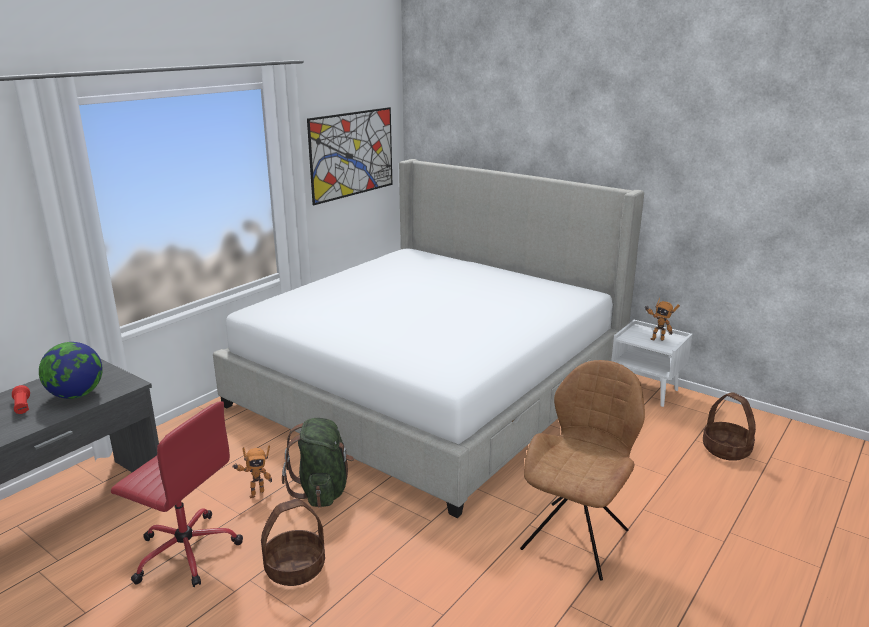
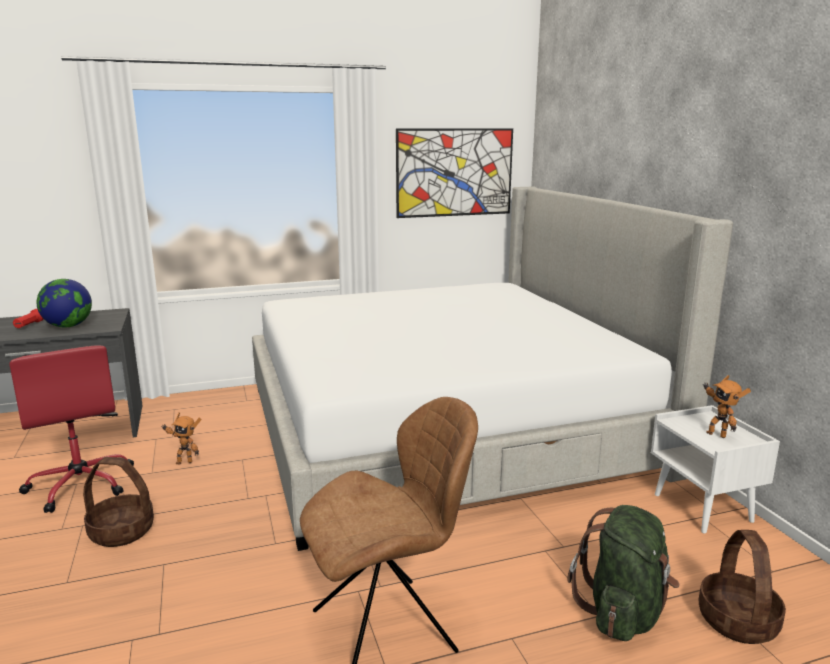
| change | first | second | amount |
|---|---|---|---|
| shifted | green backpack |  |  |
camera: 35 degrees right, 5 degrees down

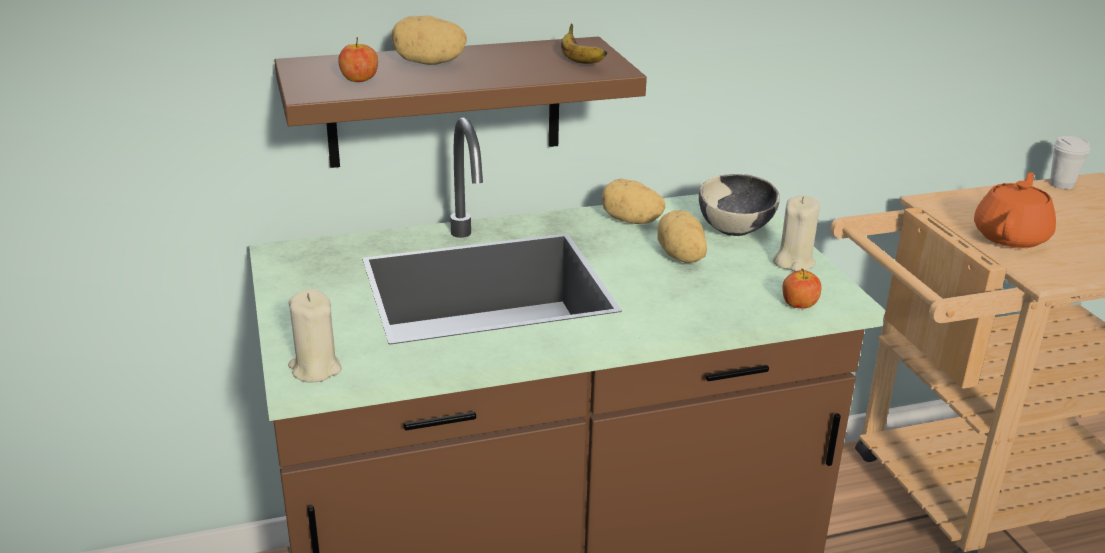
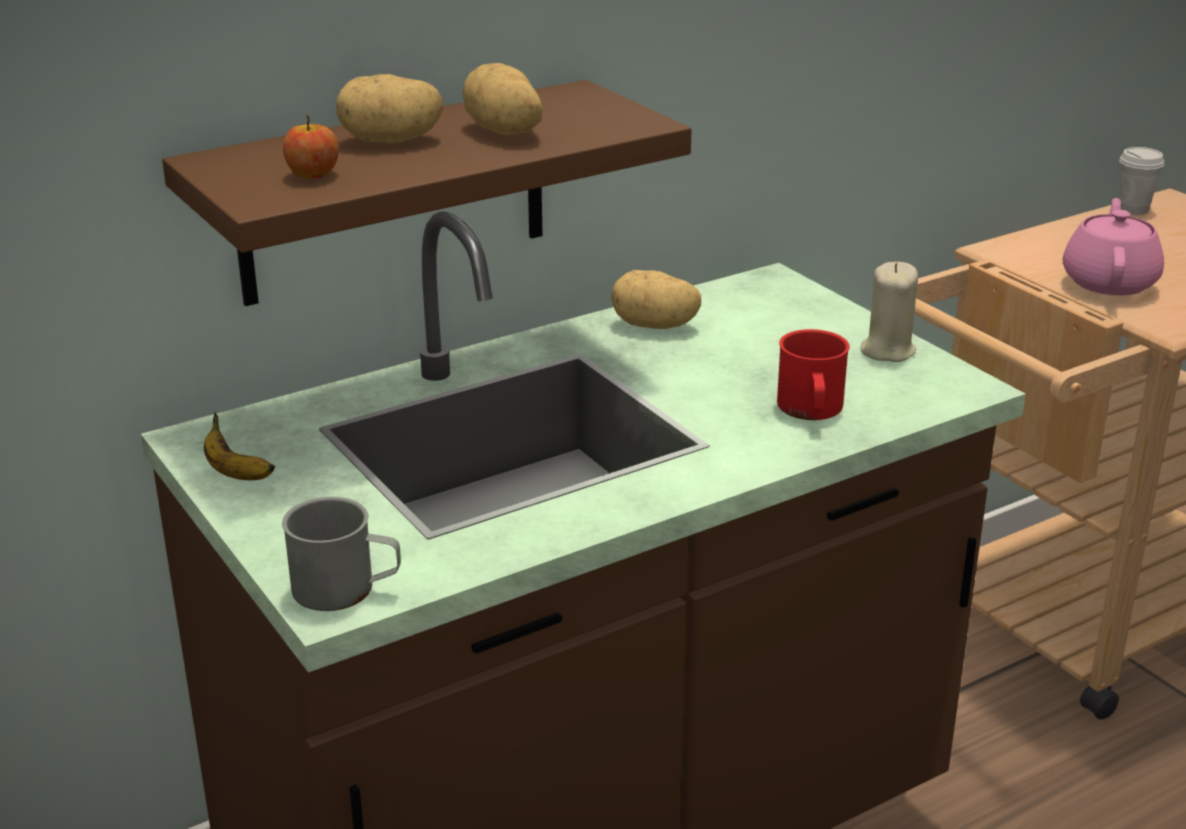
| change | first | second | amount |
|---|---|---|---|
| shifted | banana |  |  |
| swapped | beige candle (no. 1 from left) | grey mug |  |
| shifted | potato (no. 3 from left in the first image) | potato (no. 2 from left) |  |
| new |  | red mug |  |
| repainted | orange teapot | pink teapot |  |
| gone | bowl |  |  |
| gone | apple (no. 2 from left) |  |  |
camera: 15 degrees left, 0 degrees up

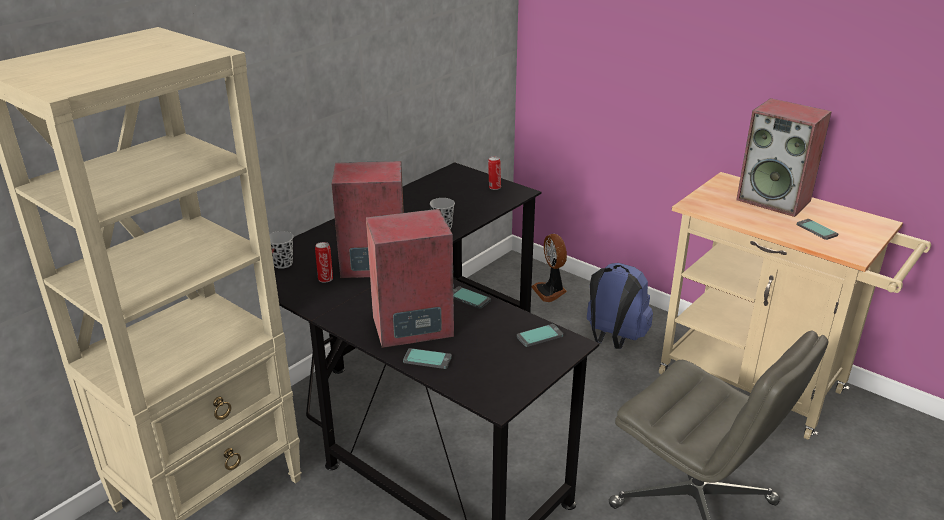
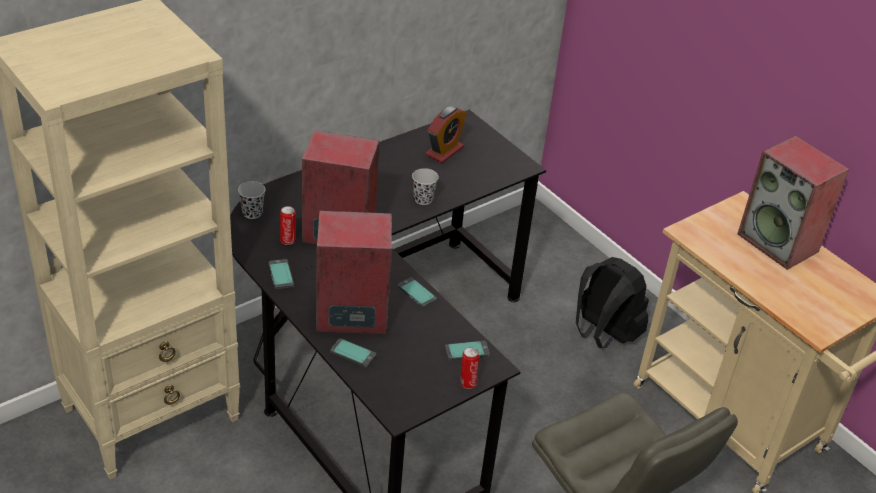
| change | first | second | amount |
|---|---|---|---|
| shifted | phone (no. 4 from left in the first image) | phone (no. 1 from left) |  |
| new |  | alarm clock |  |
| shifted | can (no. 2 from left) |  |  |
| repainted | blue backpack | black backpack |  |
| gone | fan |  |  |
camera: 10 degrees right, 10 degrees up

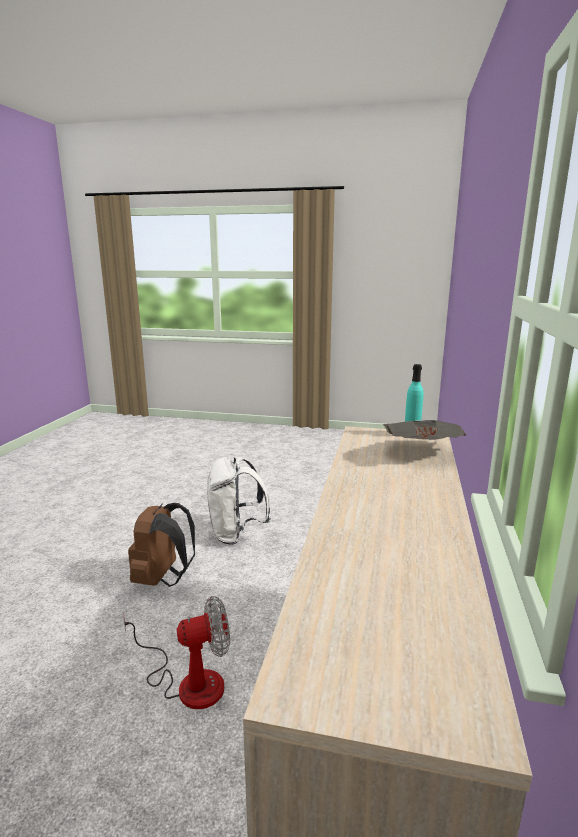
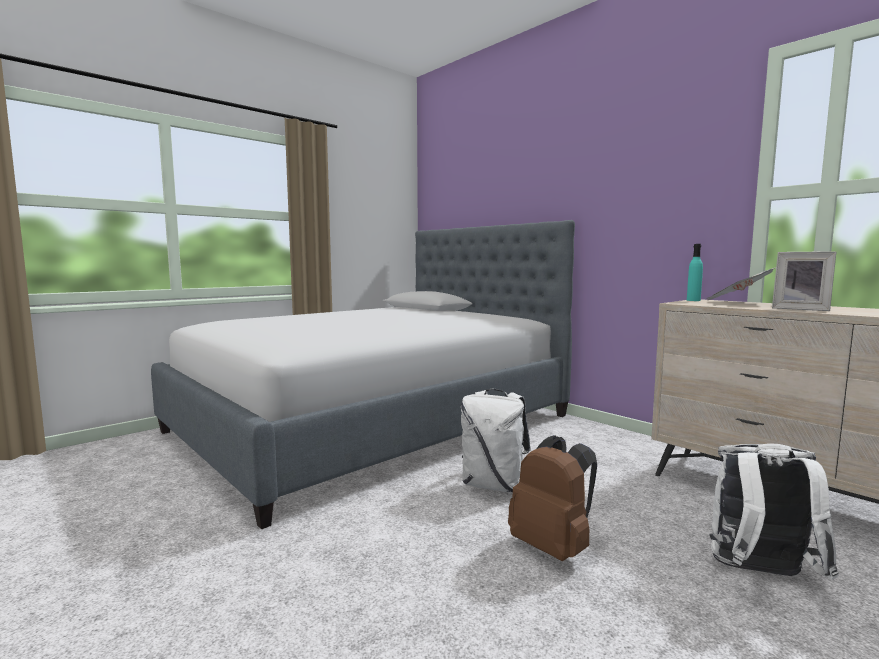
| change | first | second | amount |
|---|---|---|---|
| new |  | bed |  |
| swapped | fan | white backpack (no. 2 from left) |  |
| new |  | picture frame |  |
camera: 55 degrees left, 10 degrees down

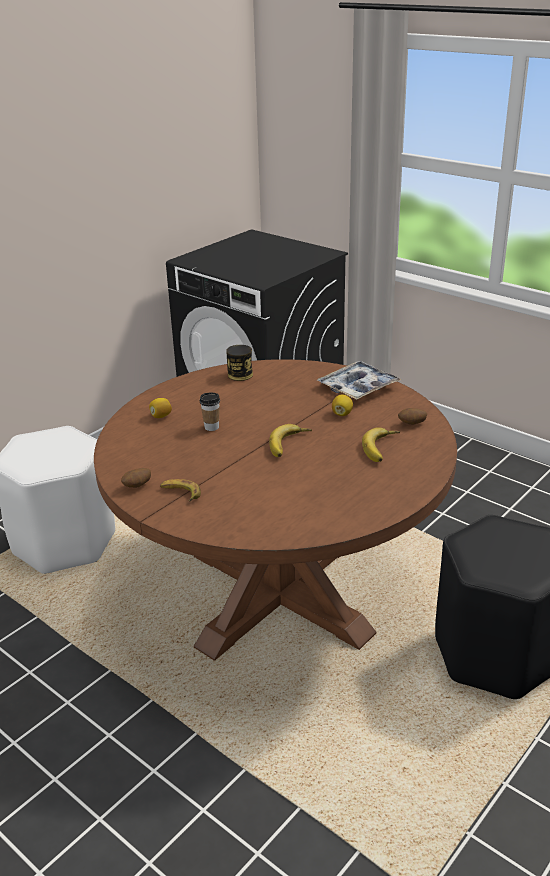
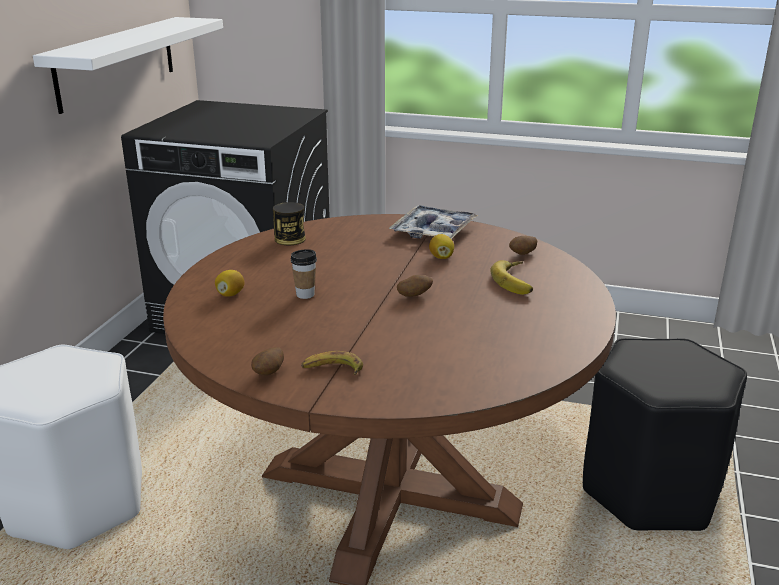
| change | first | second | amount |
|---|---|---|---|
| new |  | white shelf |  |
| swapped | banana (no. 2 from left) | potato (no. 2 from left) |  |
camera: 25 degrees left, 5 degrees down

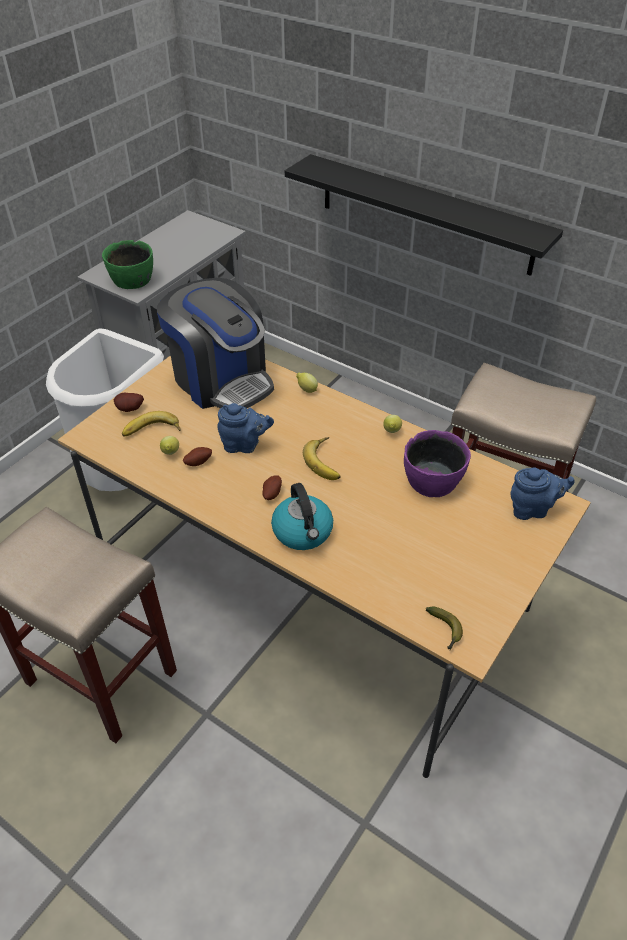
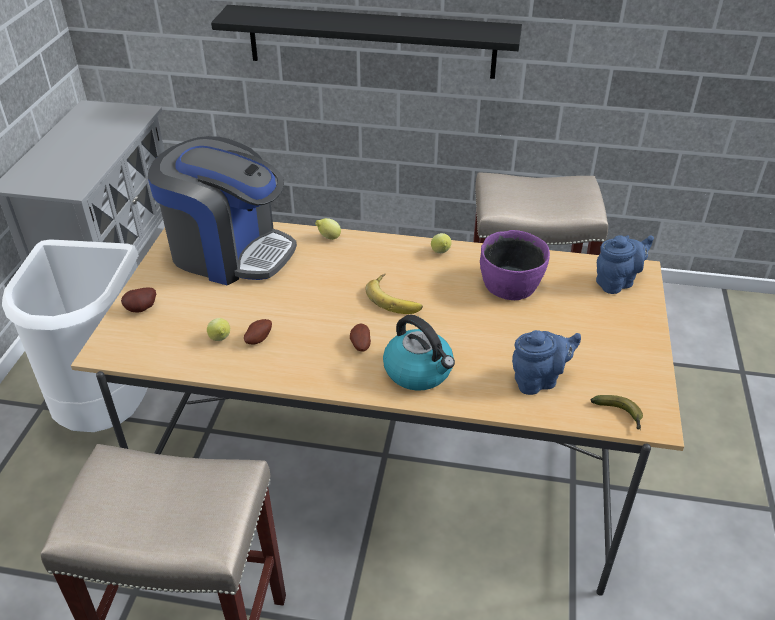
| change | first | second | amount |
|---|---|---|---|
| shifted | blue teapot (no. 1 from left) |  |  |
| gone | green bowl |  |  |
| gone | banana (no. 1 from left) |  |  |
camera: 25 degrees left, 5 degrees down

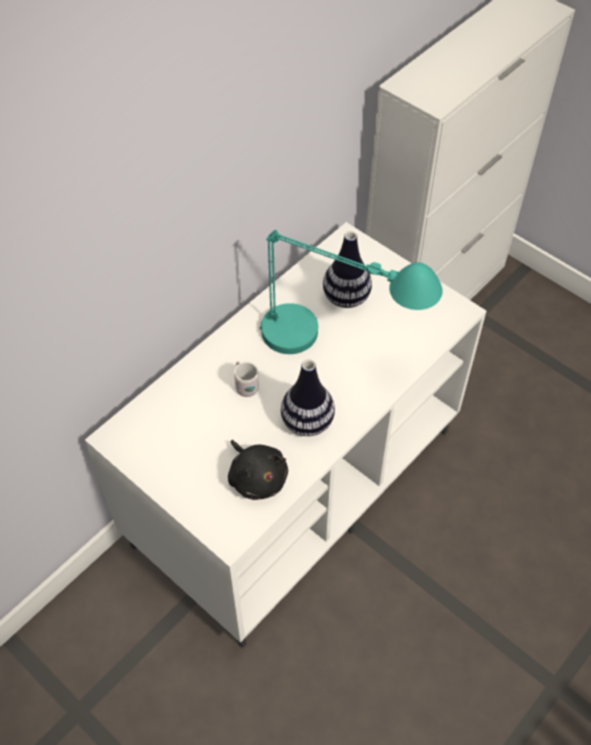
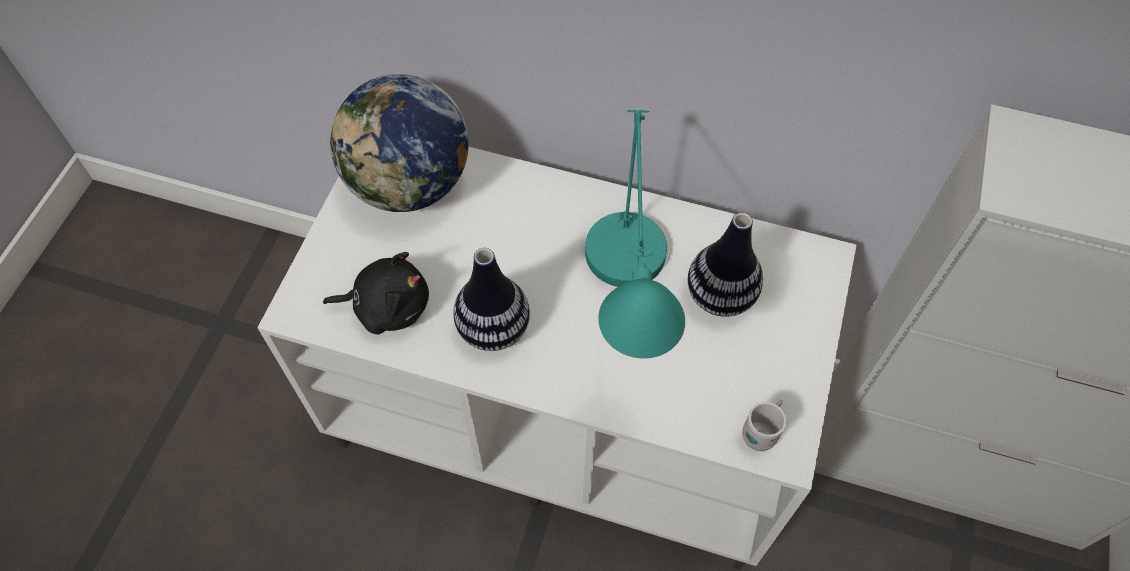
| change | first | second | amount |
|---|---|---|---|
| rotated | black plush toy |  | 120 degrees counterclockwise |
| new |  | globe |  |
| shifted | white mug |  |  |
camera: 65 degrees right, 5 degrees up

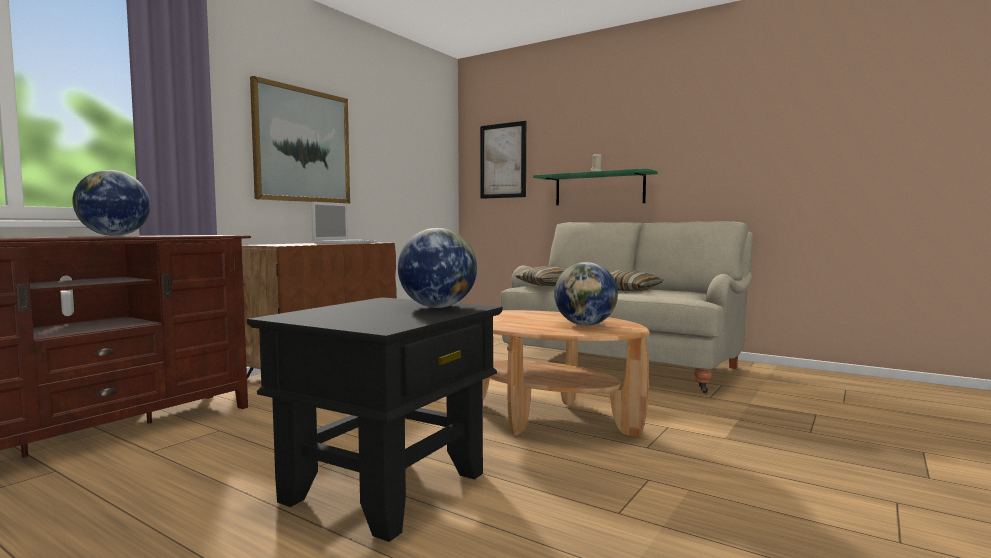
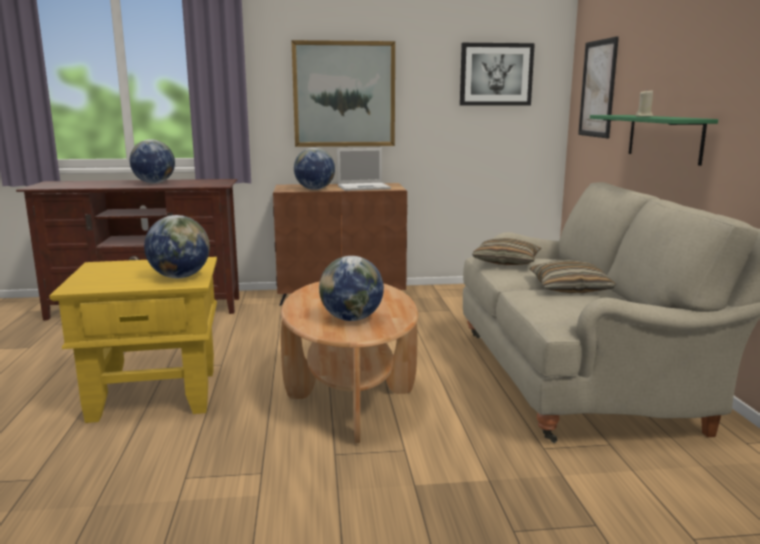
| change | first | second | amount |
|---|---|---|---|
| repainted | black side table | yellow side table |  |
| new |  | globe (no. 3 from left) |  |
| new |  | picture (no. 2 from left) |  |
camera: 50 degrees right, 10 degrees up

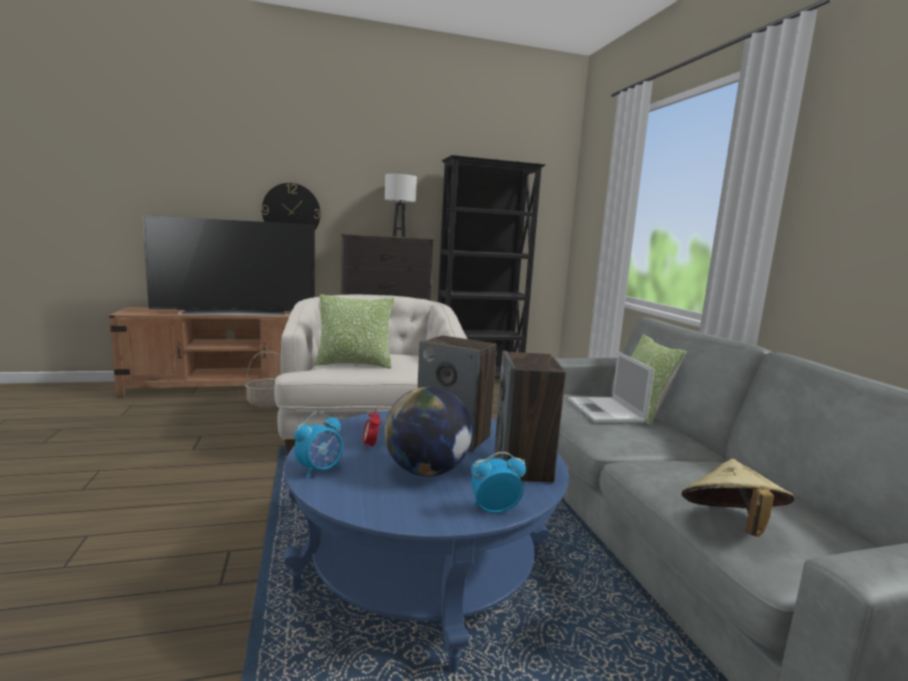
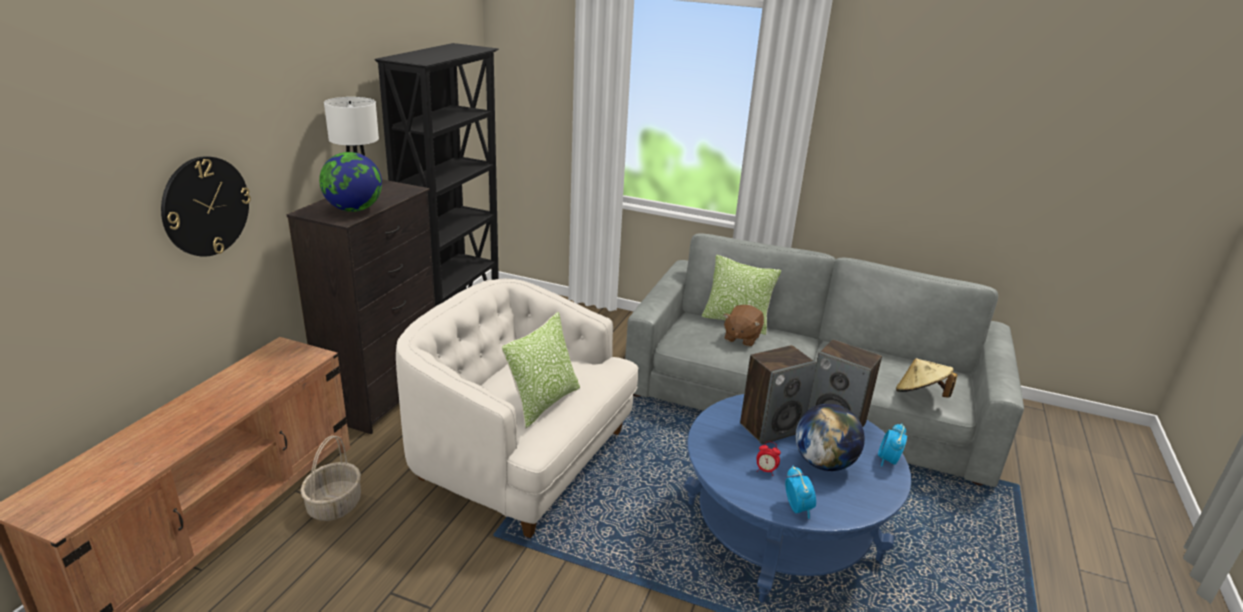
| change | first | second | amount |
|---|---|---|---|
| new |  | globe (no. 1 from left) |  |
| swapped | laptop | brown plush toy |  |
| gone | television |  |  |
camera: 55 degrees left, 15 degrees up

